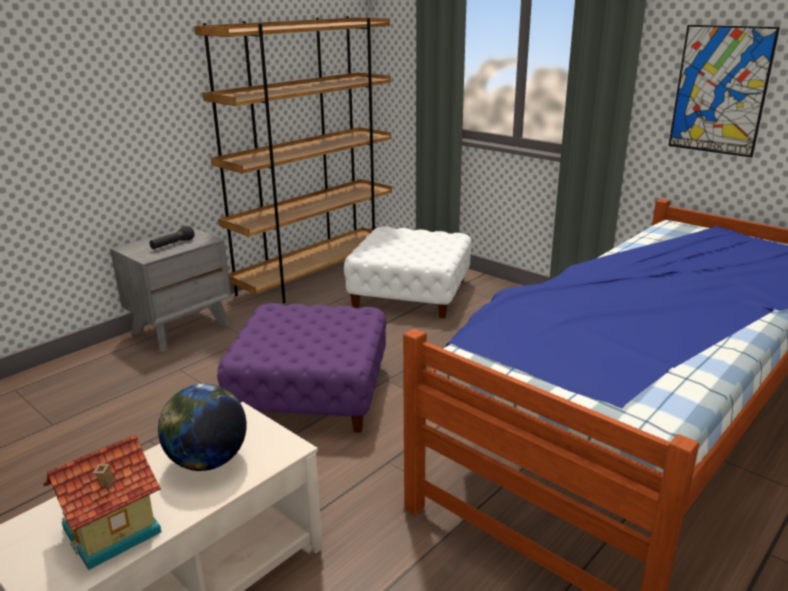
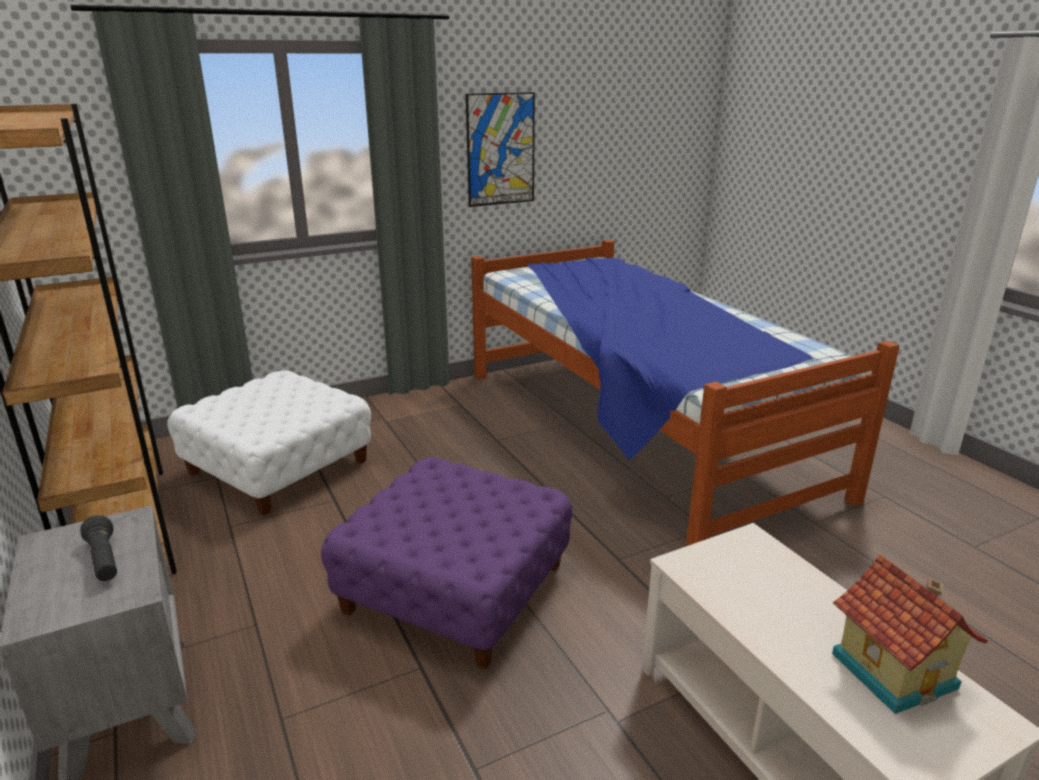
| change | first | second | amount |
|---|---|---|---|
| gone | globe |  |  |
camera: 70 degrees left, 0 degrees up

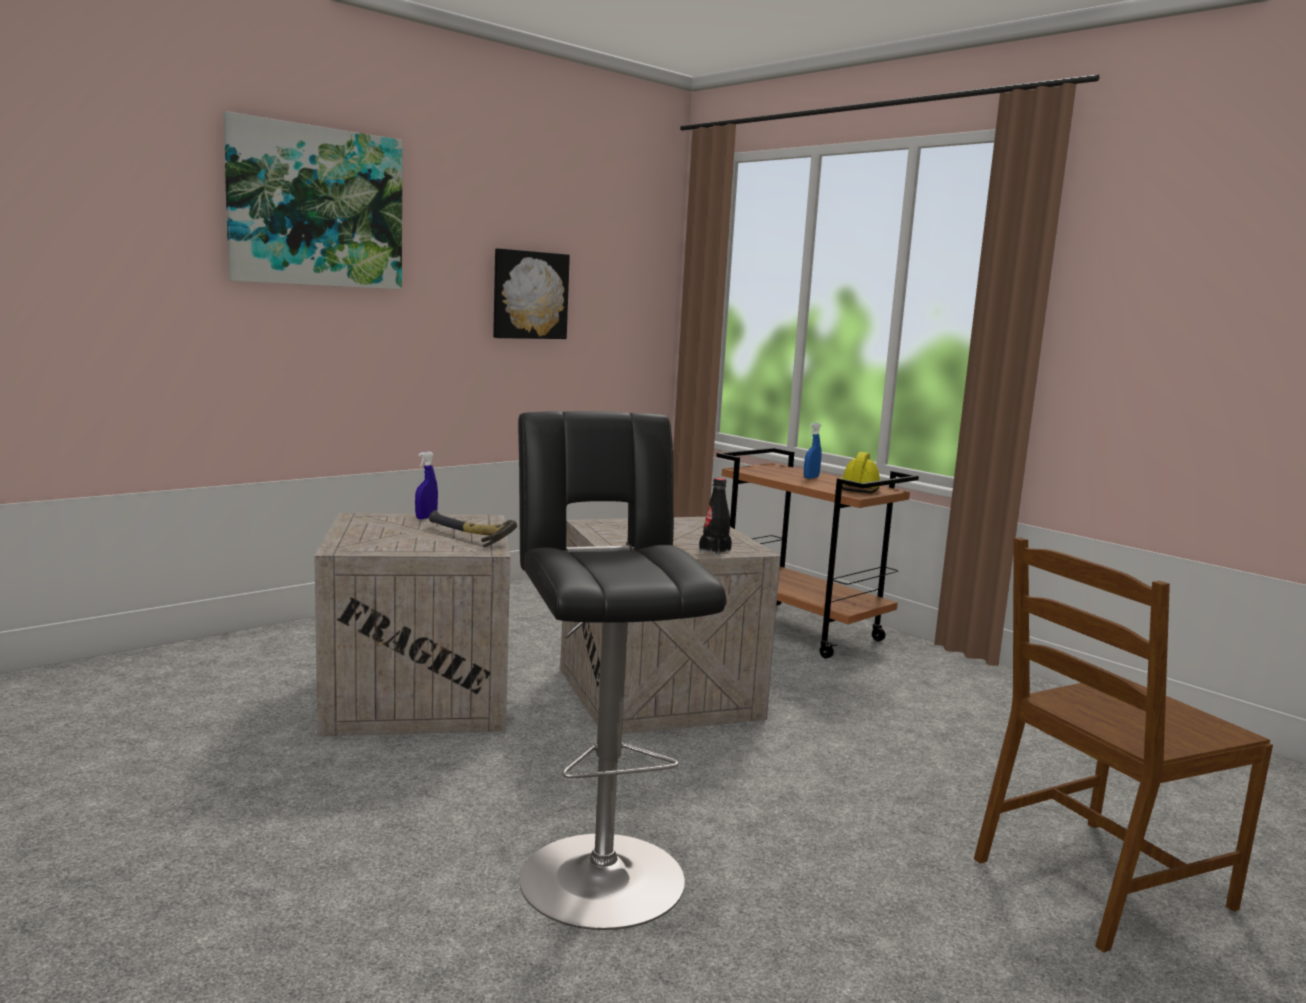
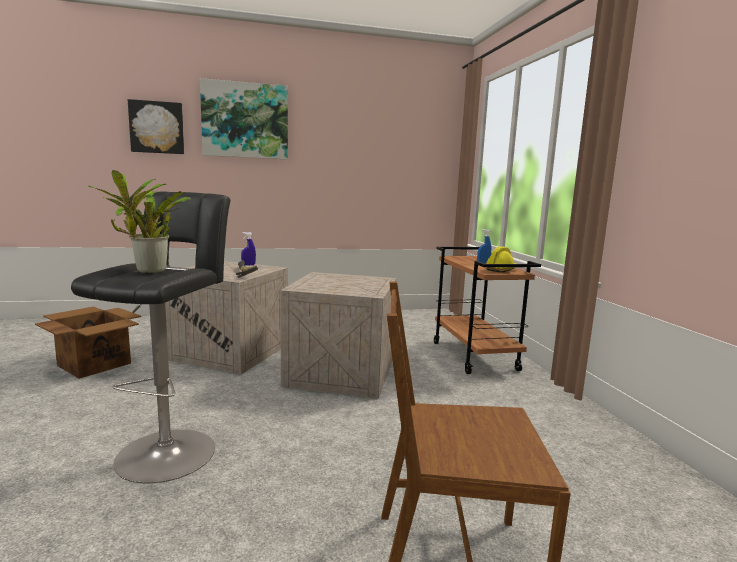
| change | first | second | amount |
|---|---|---|---|
| new |  | cardboard box |  |
| new |  | potted plant |  |
| shifted | picture (no. 2 from left in the first image) | picture (no. 1 from left) |  |
| gone | black bottle |  |  |
camera: 30 degrees right, 0 degrees up

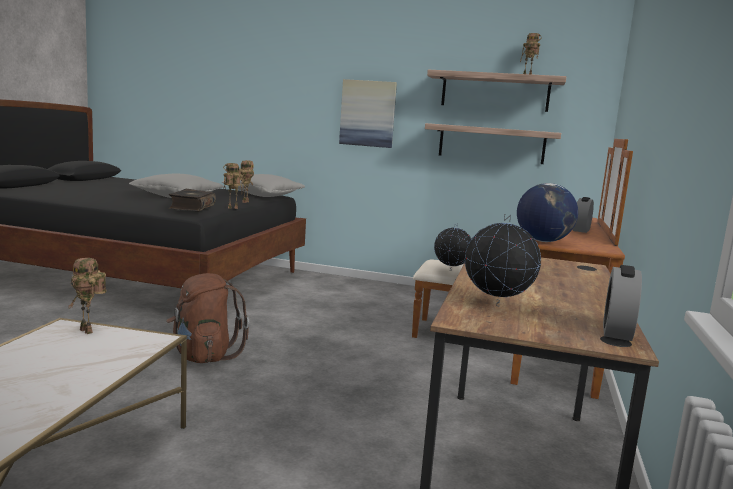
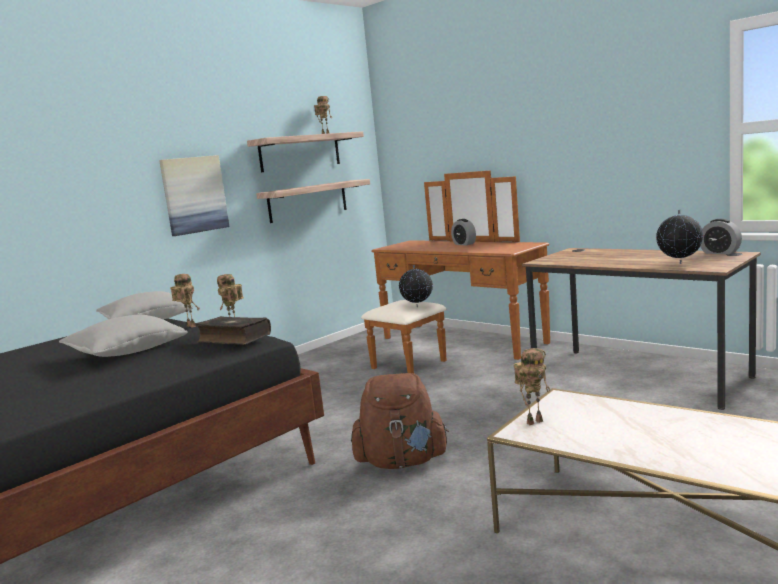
| change | first | second | amount |
|---|---|---|---|
| gone | globe (no. 3 from left) |  |  |
camera: 60 degrees left, 0 degrees up

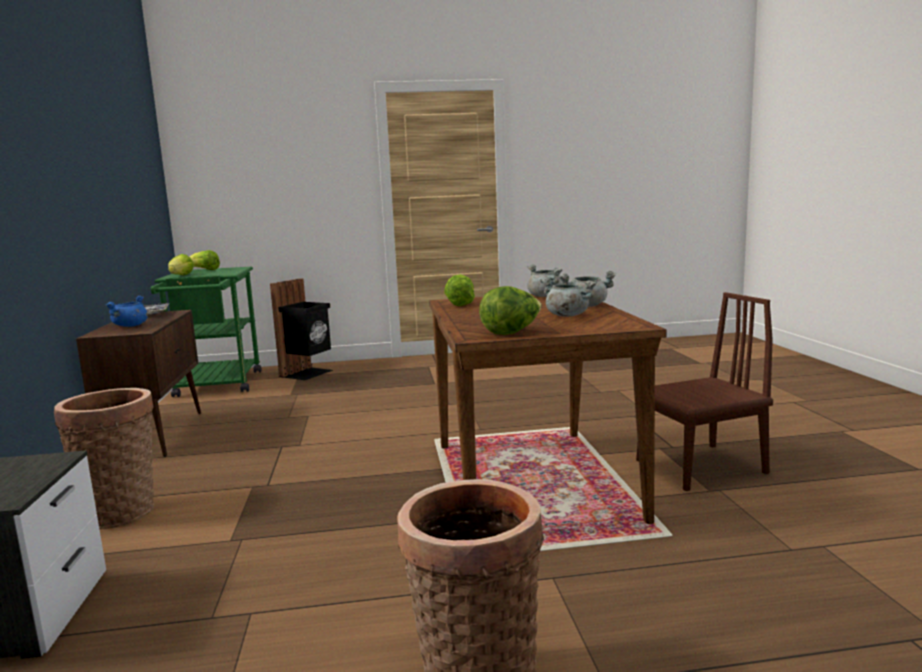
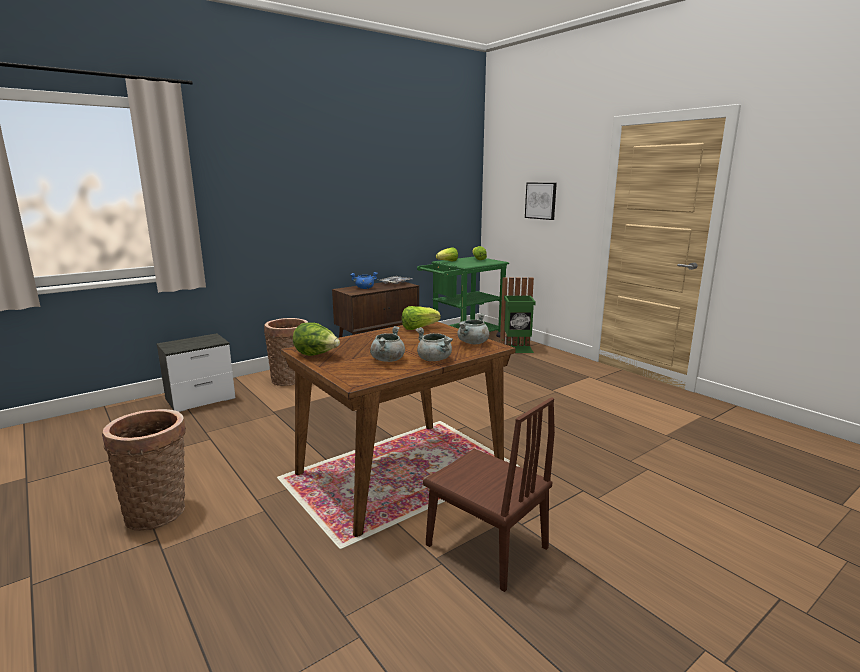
| change | first | second | amount |
|---|---|---|---|
| repainted | black trash can | green trash can |  |
| new |  | picture |  |
camera: 60 degrees right, 5 degrees up

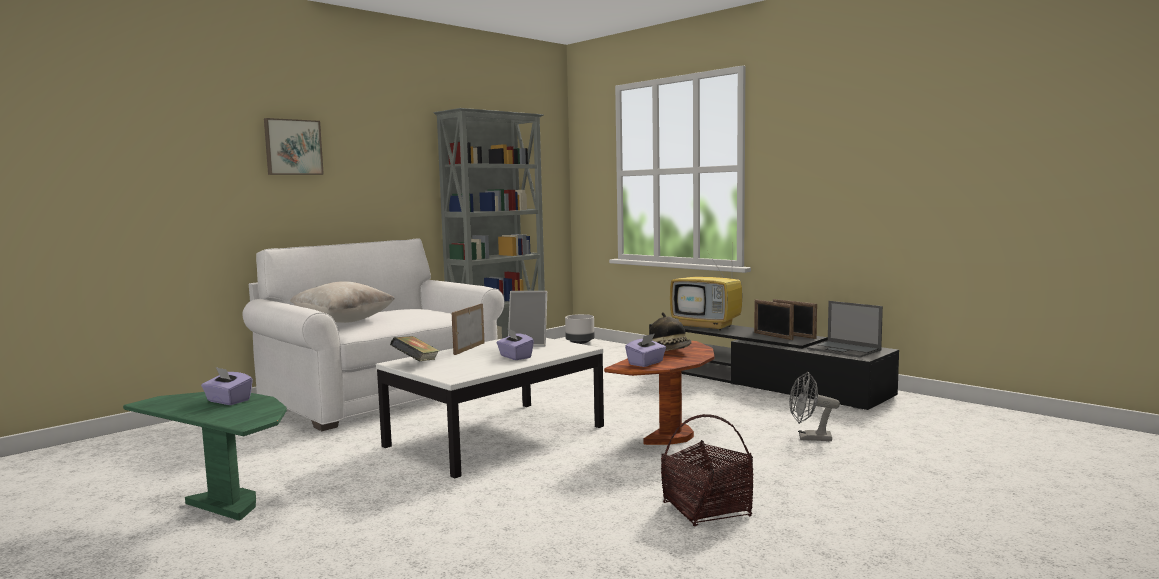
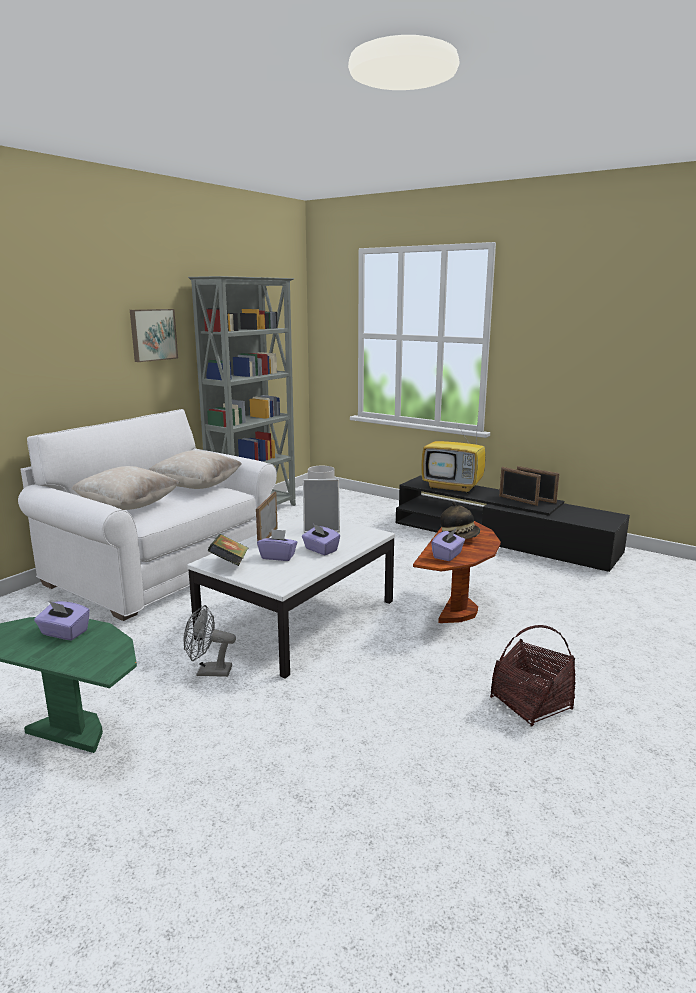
| change | first | second | amount |
|---|---|---|---|
| shifted | picture |  |  |
| new |  | beige pillow (no. 2 from left) |  |
| shifted | grey fan |  |  |
| new |  | purple tissue box (no. 2 from left) |  |
| gone | laptop |  |  |
camera: 10 degrees left, 10 degrees up

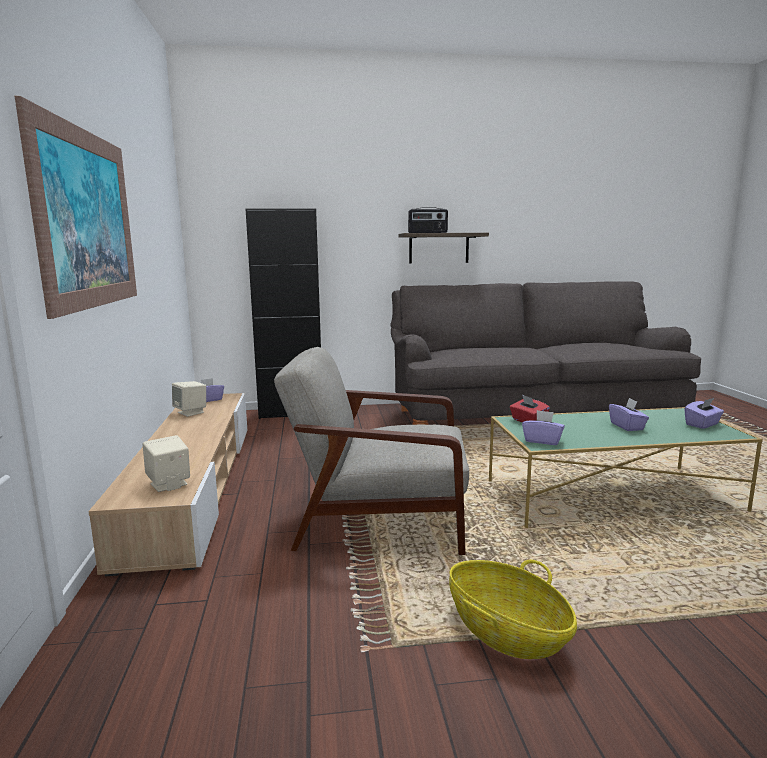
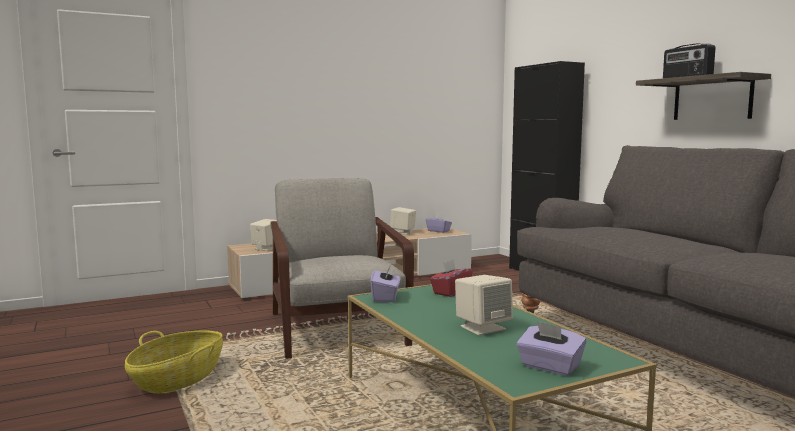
| change | first | second | amount |
|---|---|---|---|
| swapped | purple tissue box (no. 3 from left) | beige speaker (no. 3 from left) |  |
| gone | picture |  |  |
camera: 70 degrees right, 5 degrees down

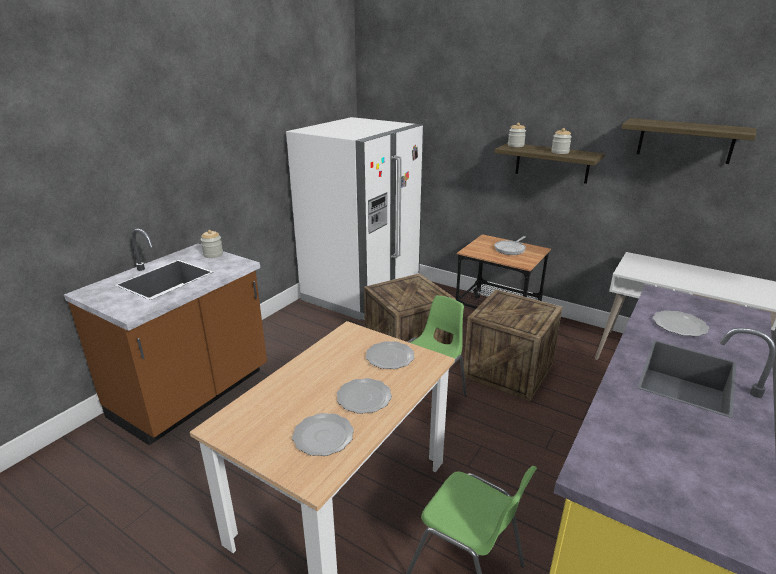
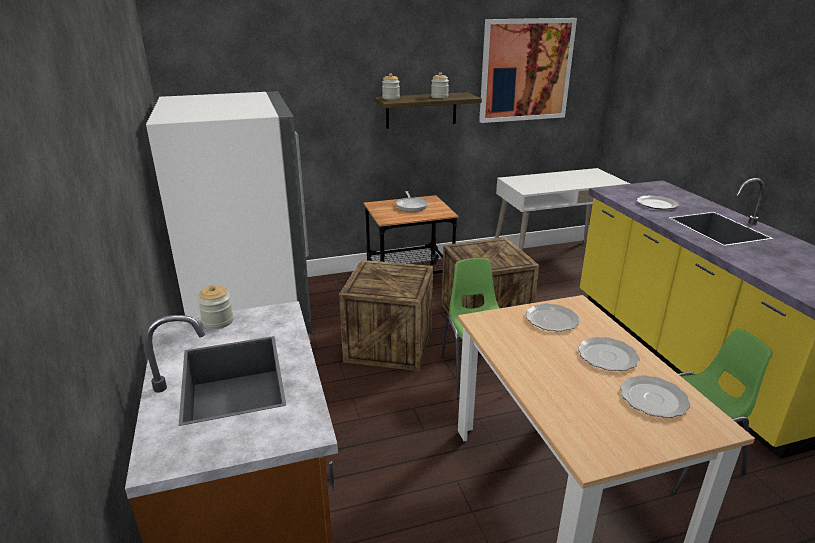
| change | first | second | amount |
|---|---|---|---|
| swapped | shelf (no. 2 from left) | picture |  |
camera: 50 degrees left, 0 degrees up

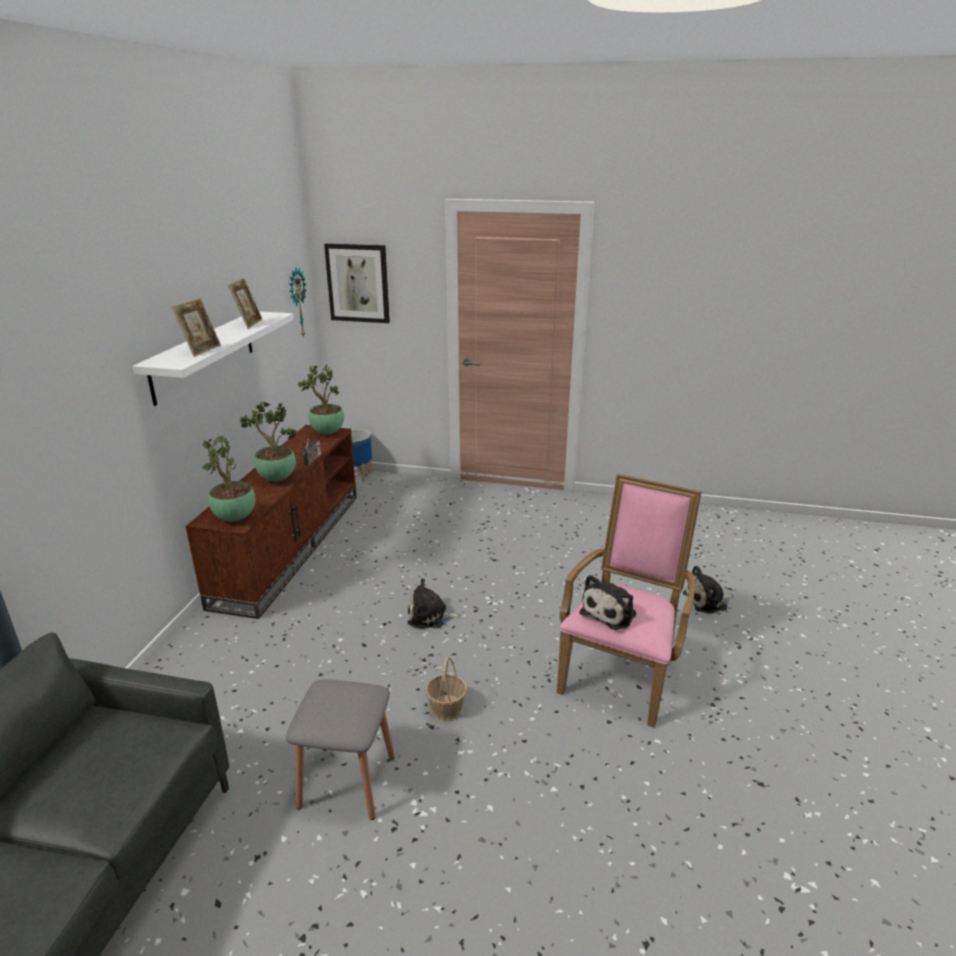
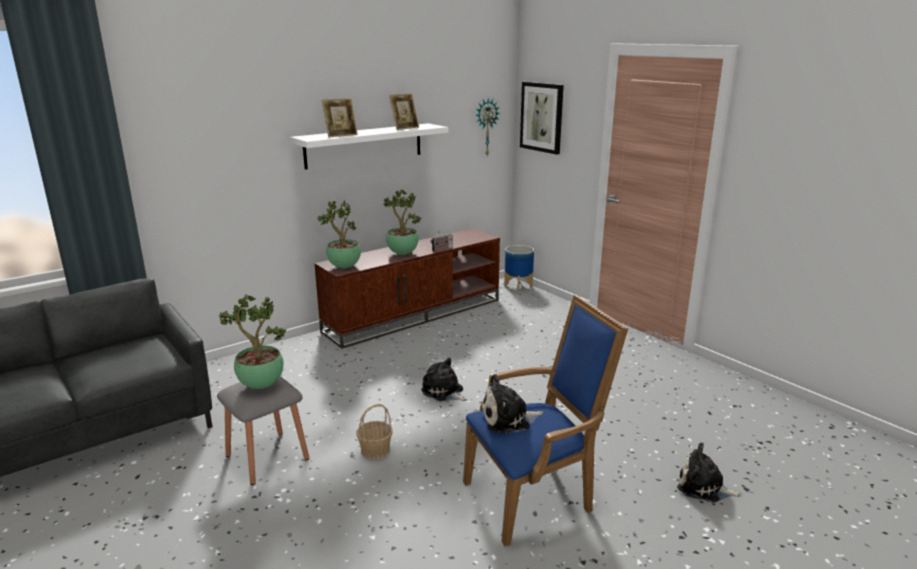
| change | first | second | amount |
|---|---|---|---|
| shifted | potted plant (no. 3 from left in the first image) | potted plant (no. 1 from left) |  |
| repainted | pink armchair | blue armchair |  |
camera: 40 degrees right, 5 degrees down

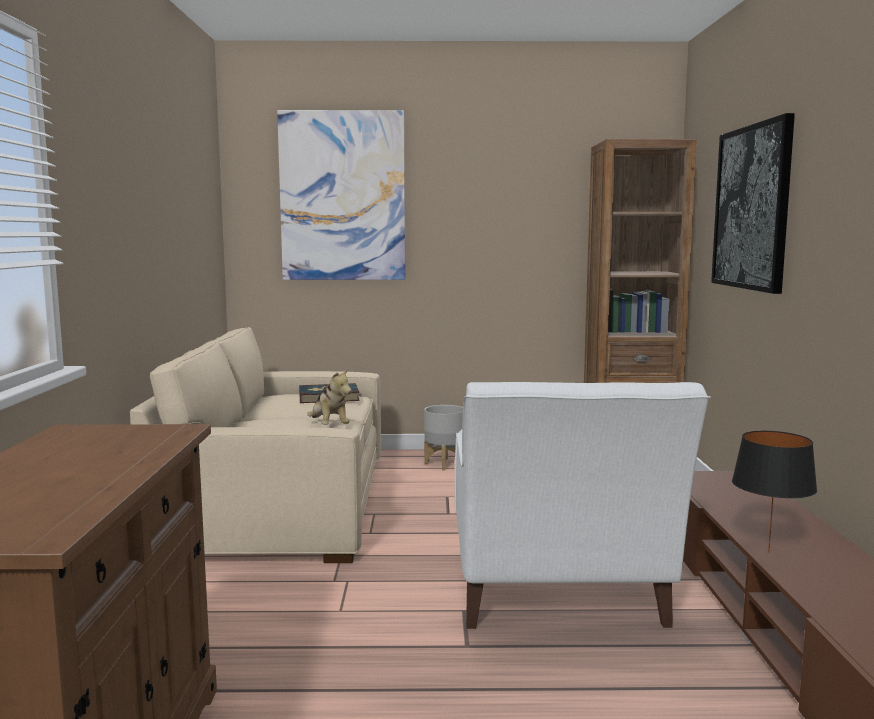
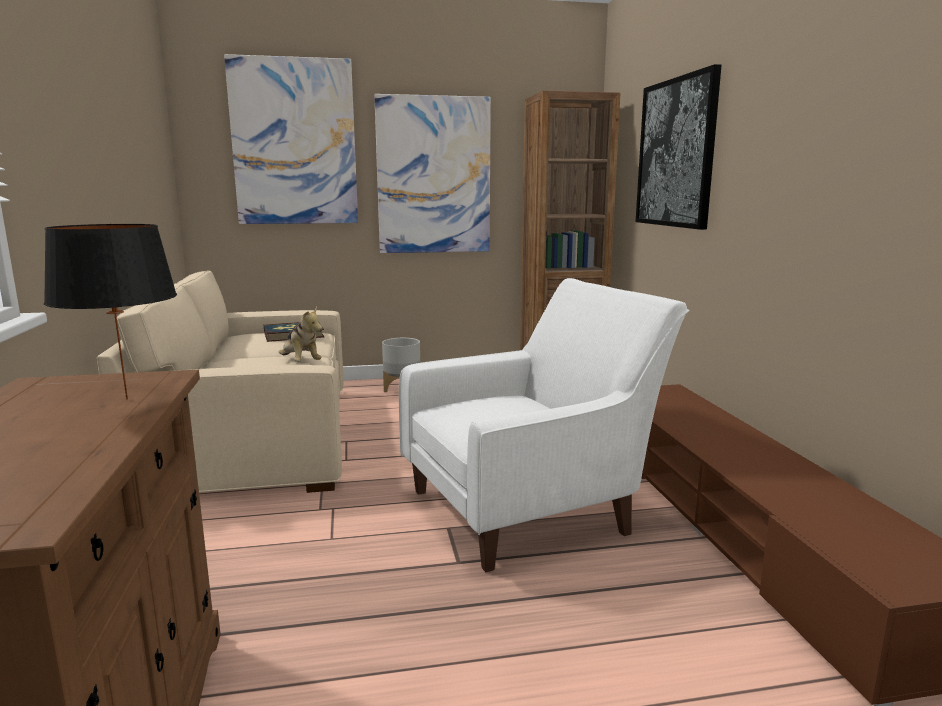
| change | first | second | amount |
|---|---|---|---|
| shifted | black table lamp |  |  |
| new |  | picture (no. 2 from left) |  |
| rotated | white armchair |  | 105 degrees counterclockwise |
camera: 10 degrees left, 5 degrees up

